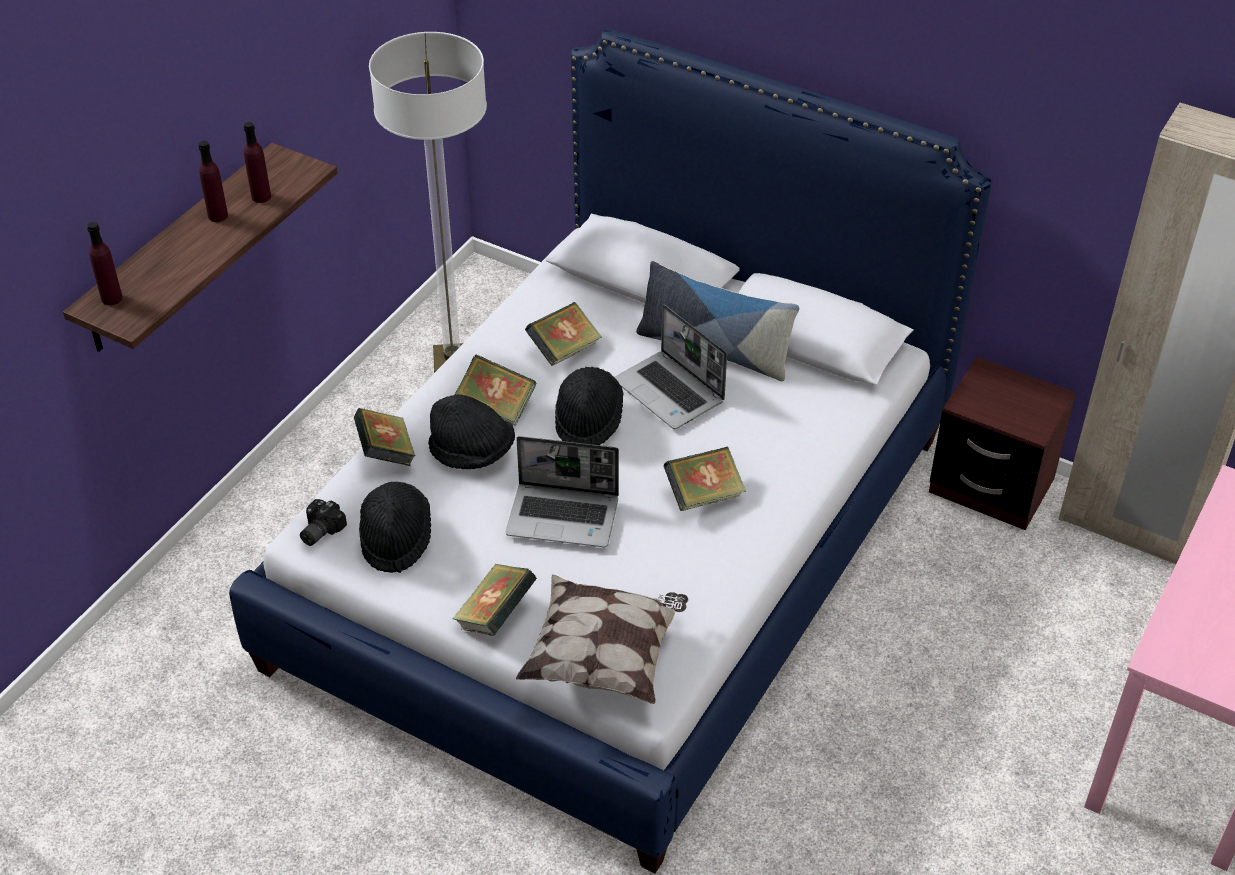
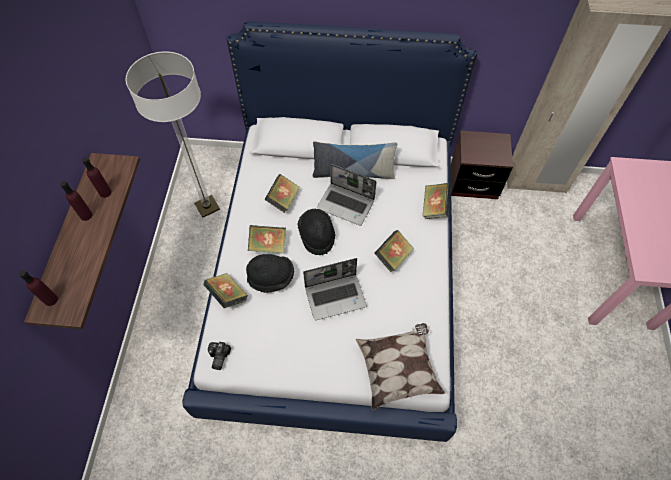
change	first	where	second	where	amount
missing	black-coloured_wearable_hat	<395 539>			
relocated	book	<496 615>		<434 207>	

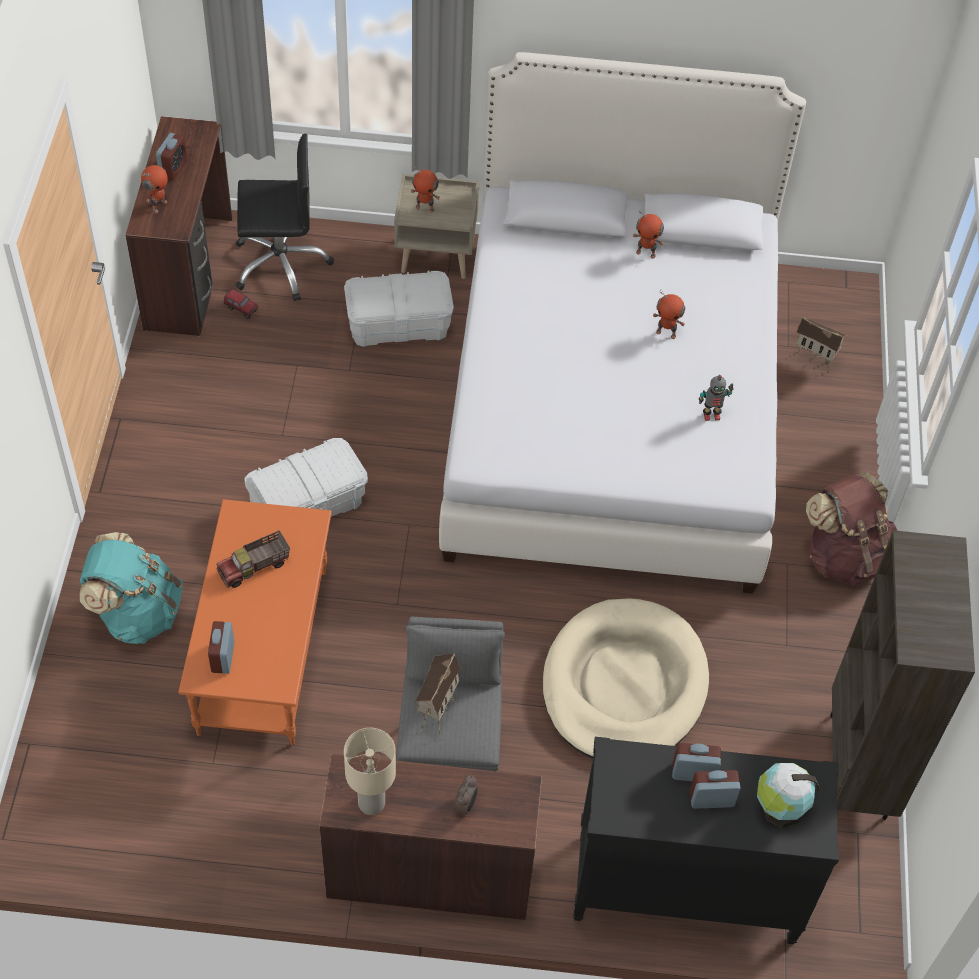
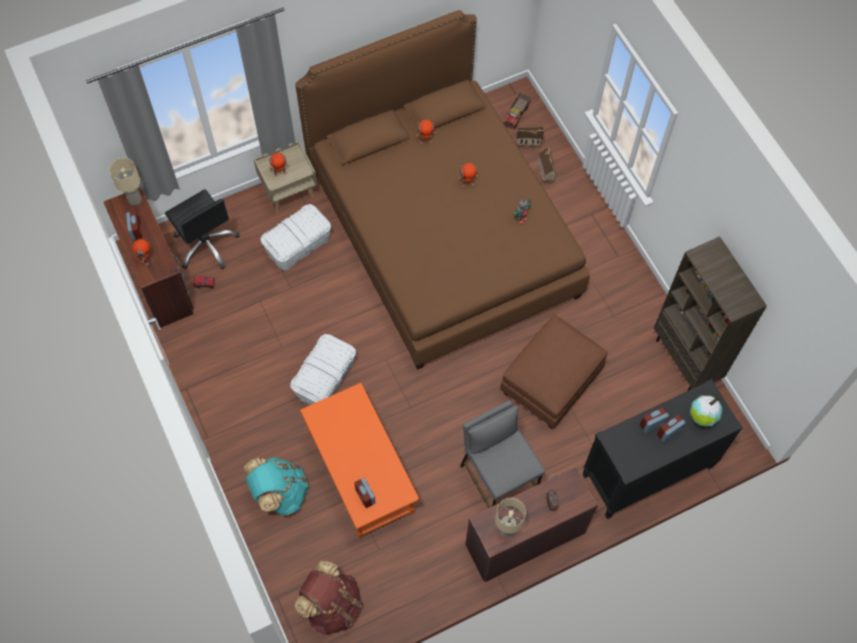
change	first	where	second	where	amount
relocated	toy_truck	<255 567>		<516 115>	
spun	black-coloured_office_chair	<281 264>		<206 244>	90 degrees clockwise
relocated	miniature_house	<436 712>		<544 179>	
colour	white_bedroom_bed	<610 405>	brown_bedroom_bed	<441 231>	
exchanged	sand-coloured_pet_bed	<624 685>	brown_pouffe	<551 384>	
relocated	brown_knapsack	<845 556>		<332 606>	
appeared			sand-coloured_lamp_for_a_table	<134 199>	

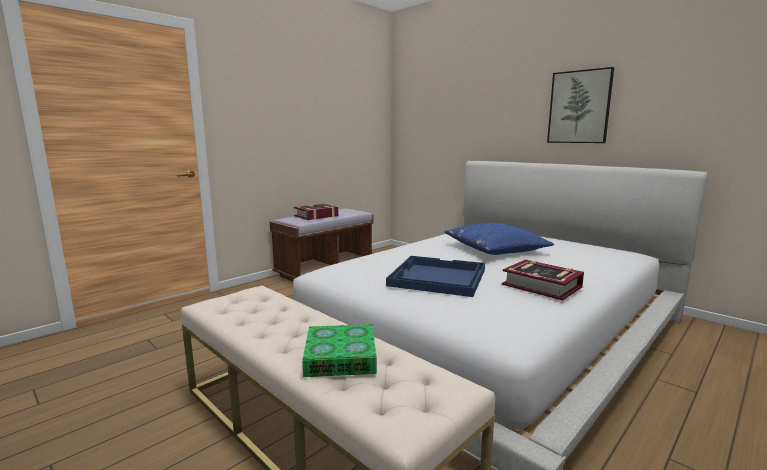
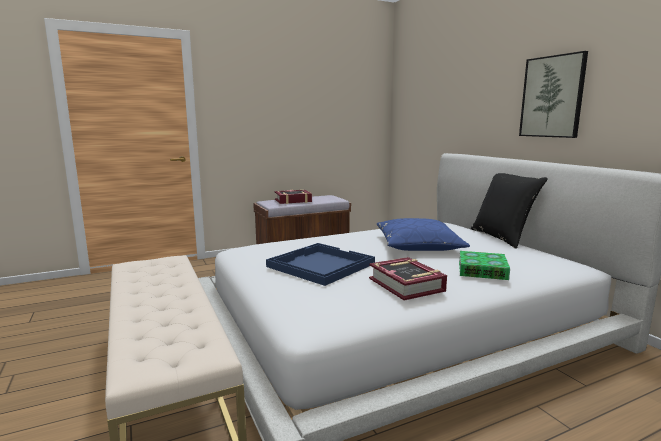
change	first	where	second	where	amount
relocated	book	<340 357>		<482 270>	
appeared			black-coloured_pillow	<502 237>	

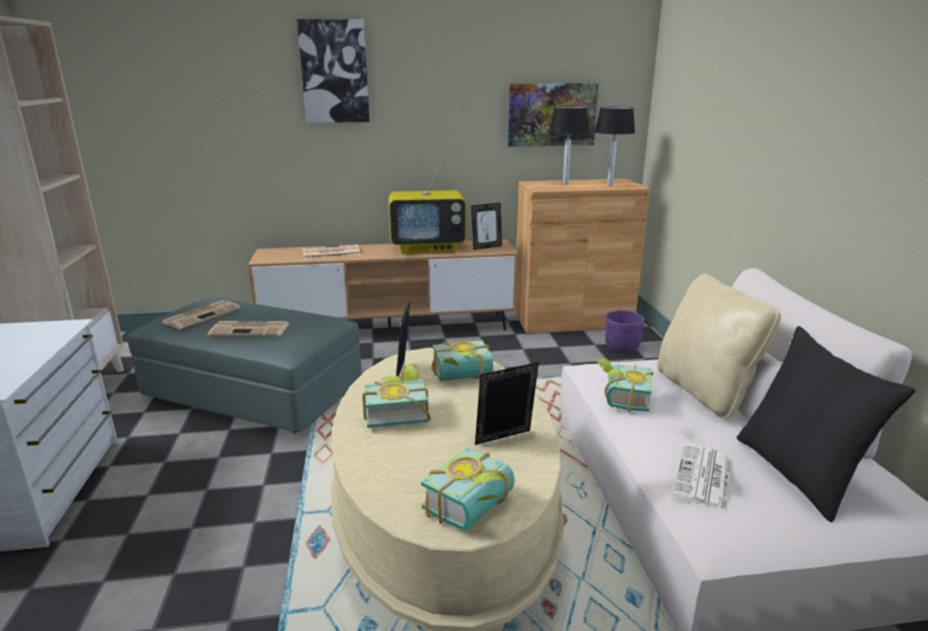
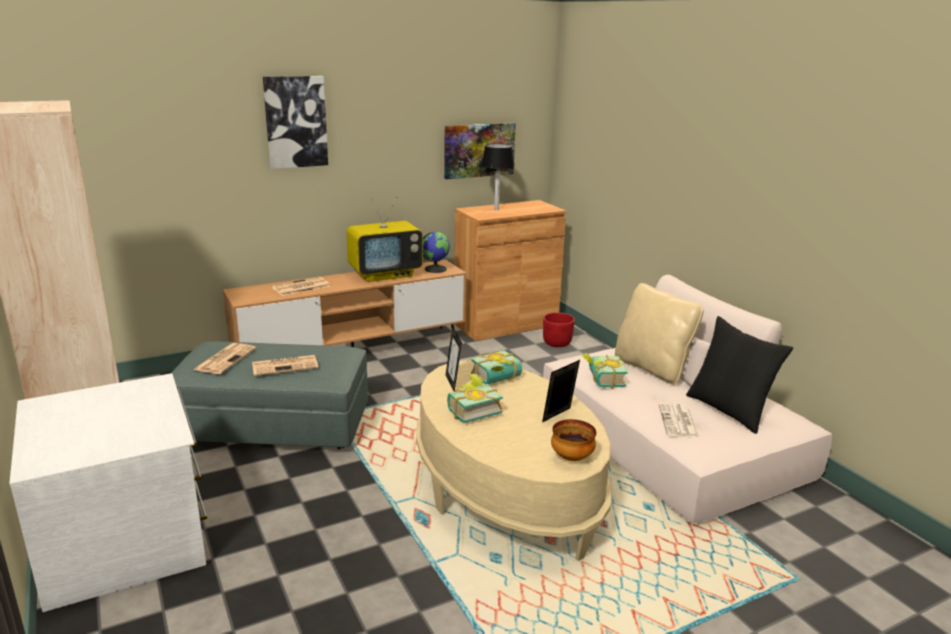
change	first	where	second	where	amount
exchanged	book	<475 509>	bowl	<571 458>	
exchanged	photo_frame	<486 247>	world_globe	<435 269>	
missing	lamp_for_a_table	<609 184>			
colour	purple_flower_pot	<621 347>	red_flower_pot	<557 343>	

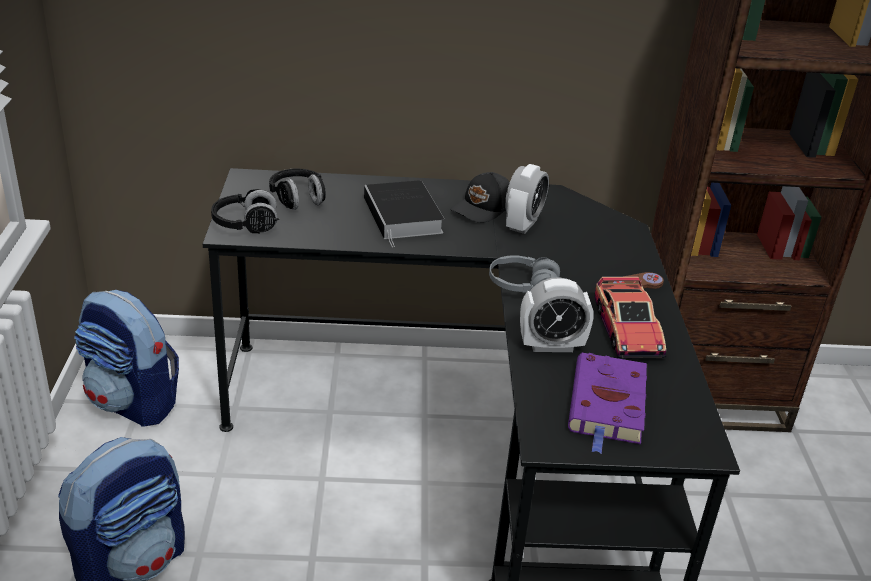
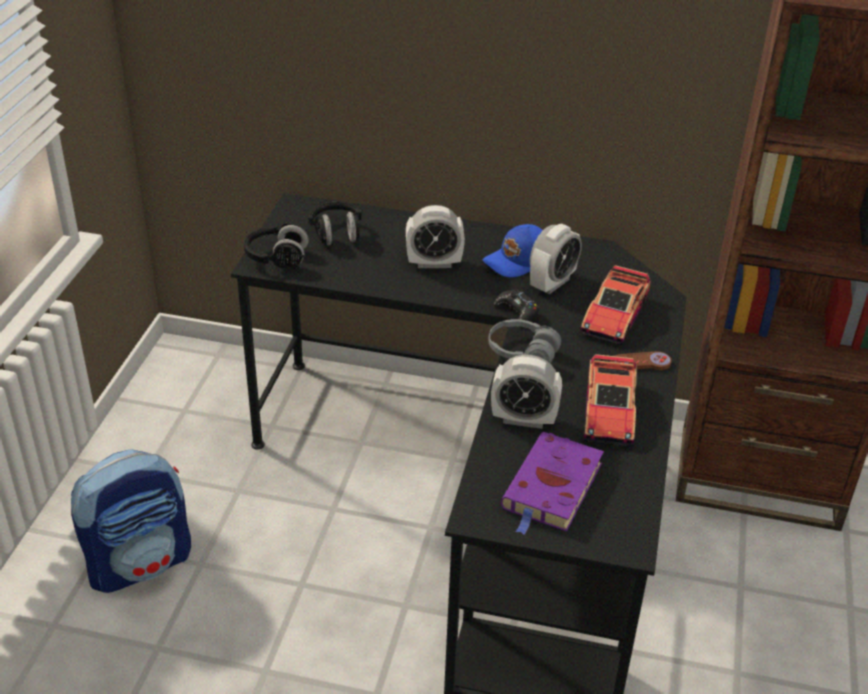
change	first	where	second	where	amount
missing	knapsack	<133 403>			
exchanged	book	<404 217>	alarm_clock	<434 263>	
colour	black-coloured_peaked_cap	<483 208>	blue_peaked_cap	<518 261>	
appeared			black-coloured_gamepad	<517 312>	
appeared			model_car	<614 316>	

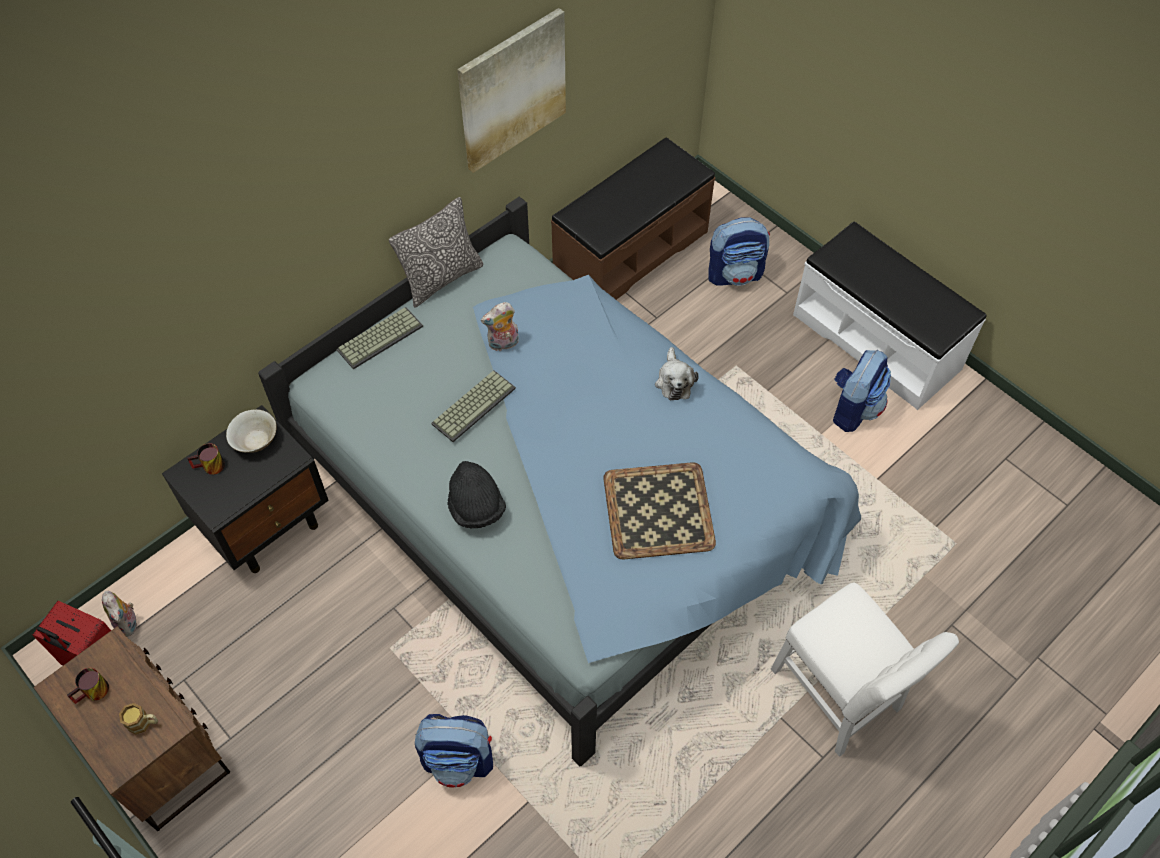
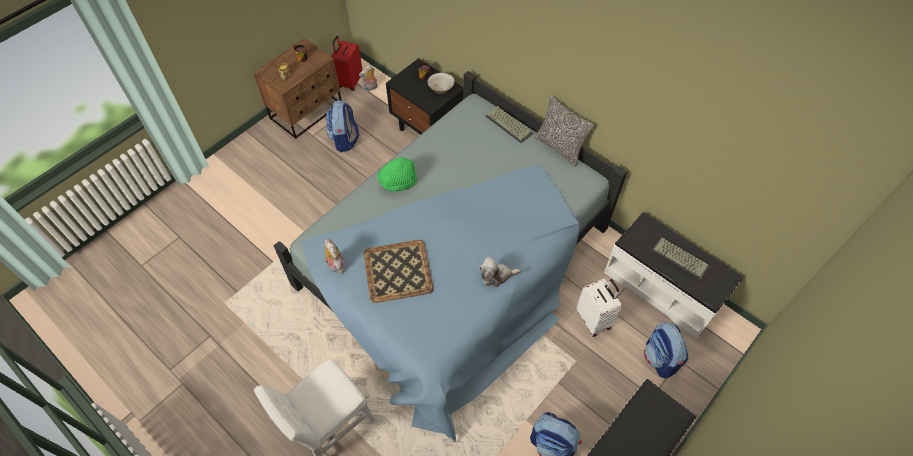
change	first	where	second	where	amount
relocated	knapsack	<459 760>		<345 140>	
relocated	computer_keyboard	<473 404>		<681 258>	
colour	black-coloured_wearable_hat	<476 507>	green_wearable_hat	<398 182>	
missing	picture	<512 90>			
relocated	soft_toy	<503 344>		<335 265>	
colour	brown_bench	<630 252>	white_bench	<662 288>	
appeared			white_travel_case	<594 319>	

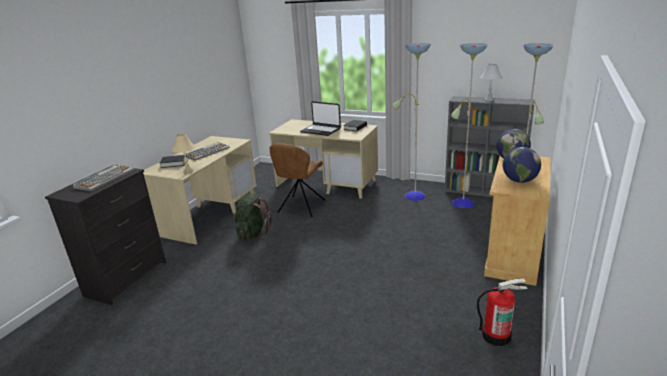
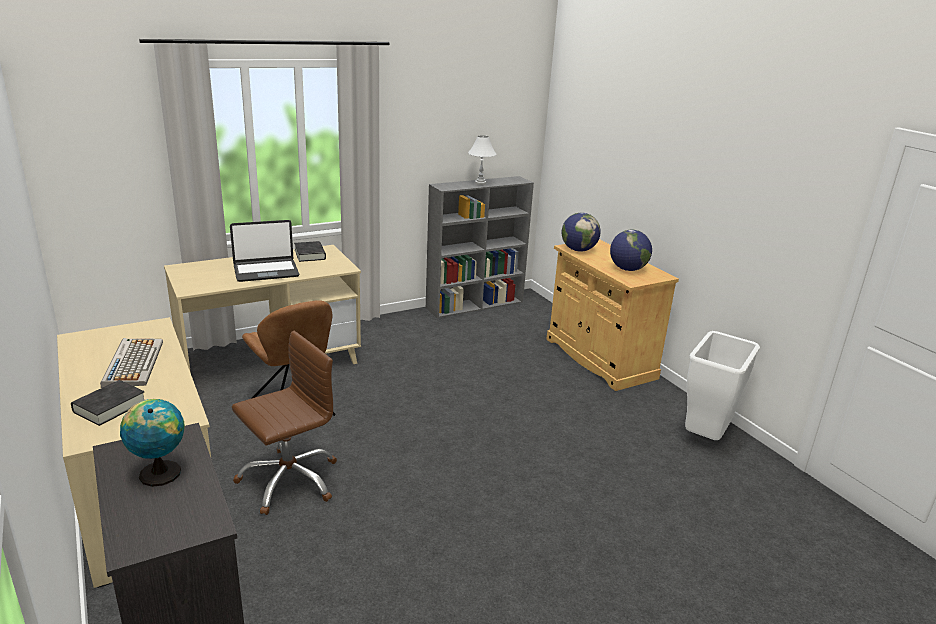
change	first	where	second	where	amount
exchanged	computer_keyboard	<105 178>	world_globe	<159 472>	
missing	sand-coloured_lamp_for_a_table	<188 171>			
exchanged	green_knapsack	<252 233>	brown_office_chair	<289 480>	
missing	floor_lamp	<462 203>			
exchanged	extinguisher	<496 335>	white_waste_bin	<705 437>	

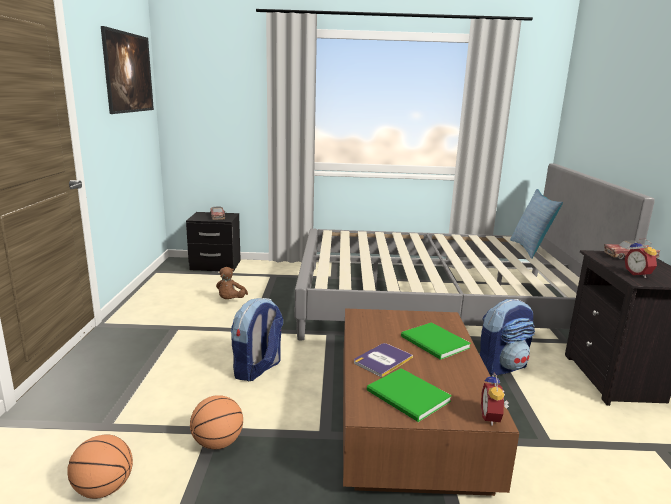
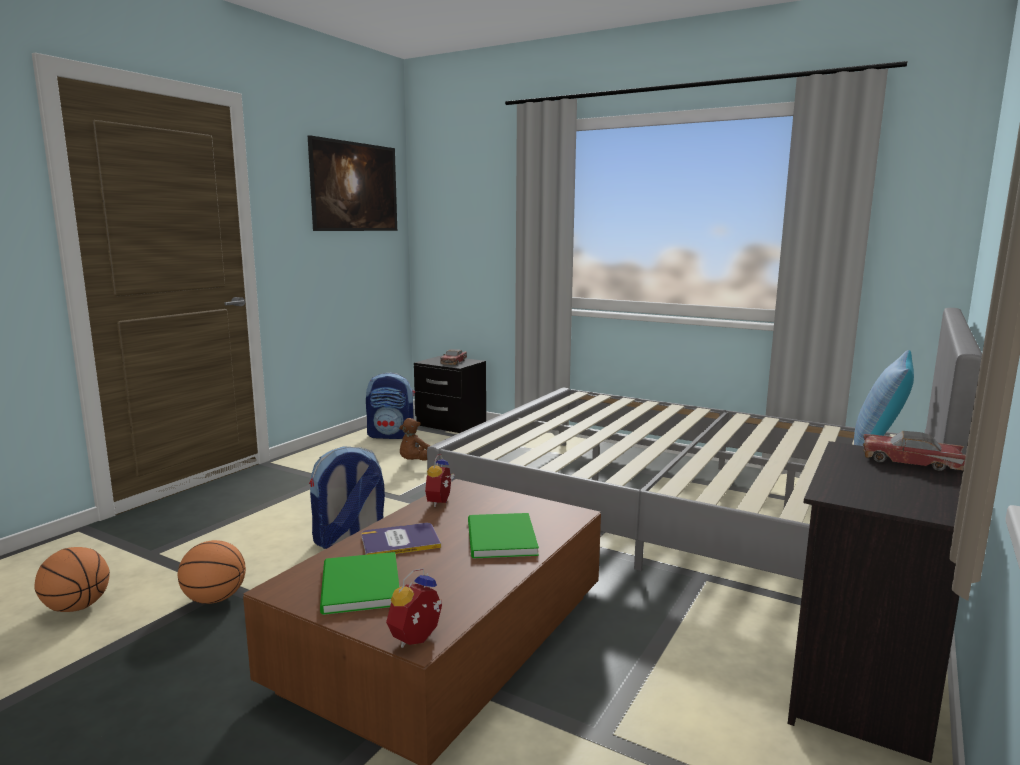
change	first	where	second	where	amount
relocated	knapsack	<502 366>		<392 435>	
relocated	alarm_clock	<639 274>		<441 502>	

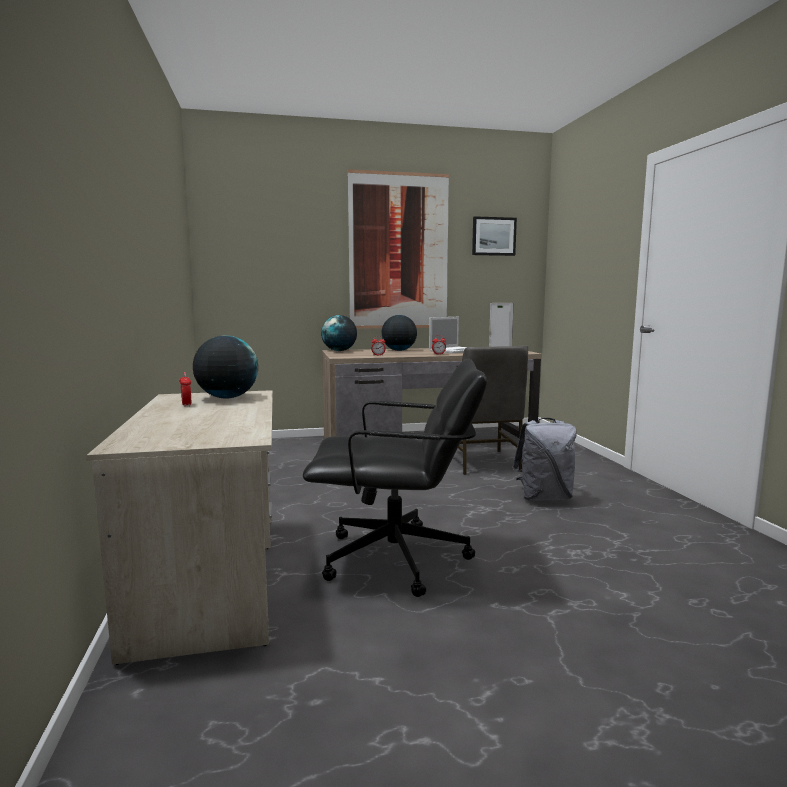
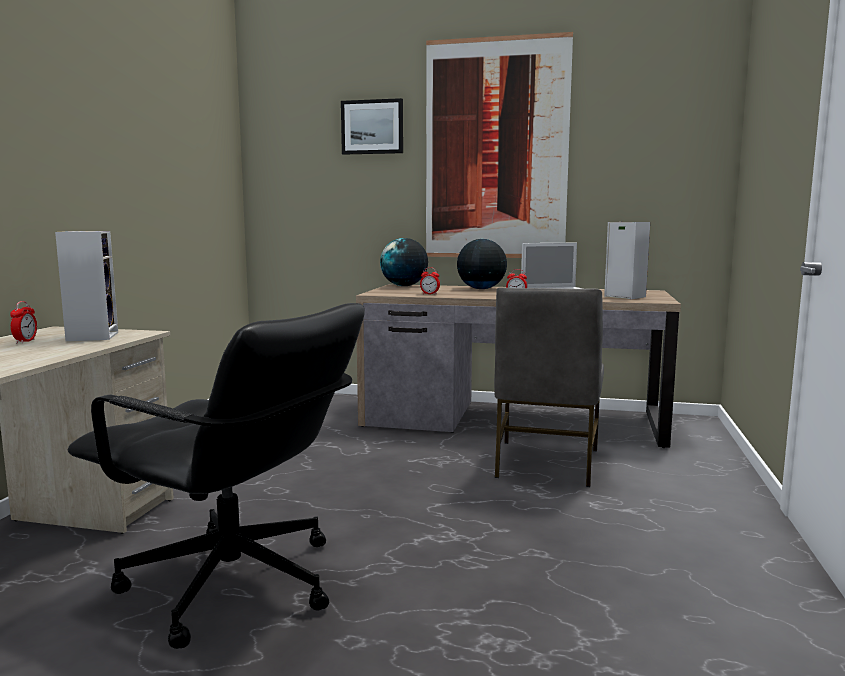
change	first	where	second	where	amount
exchanged	world_globe	<227 398>	speaker	<92 336>	
relocated	picture	<493 236>		<372 127>	
missing	grey_knapsack	<544 497>			

